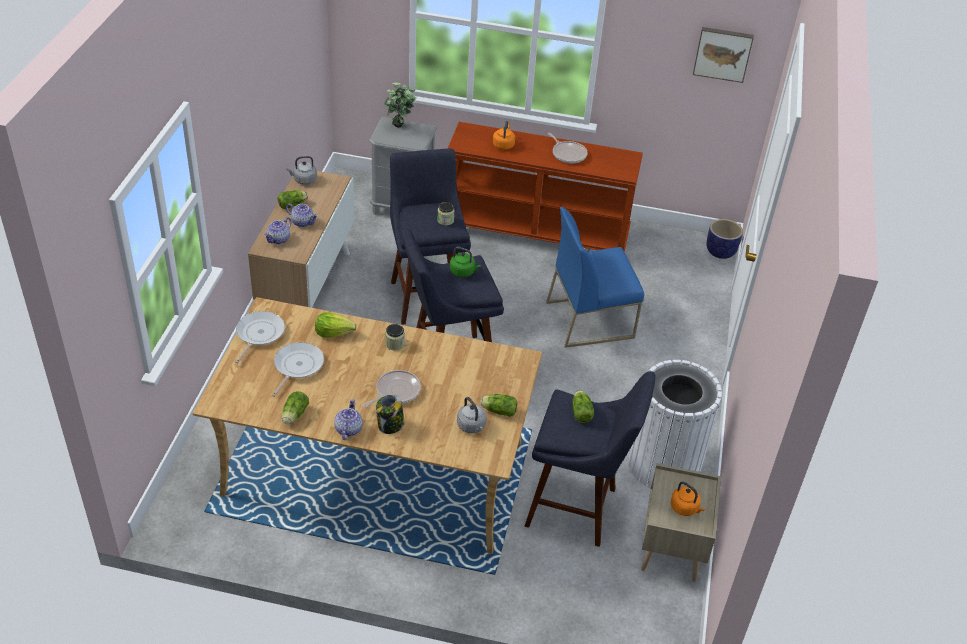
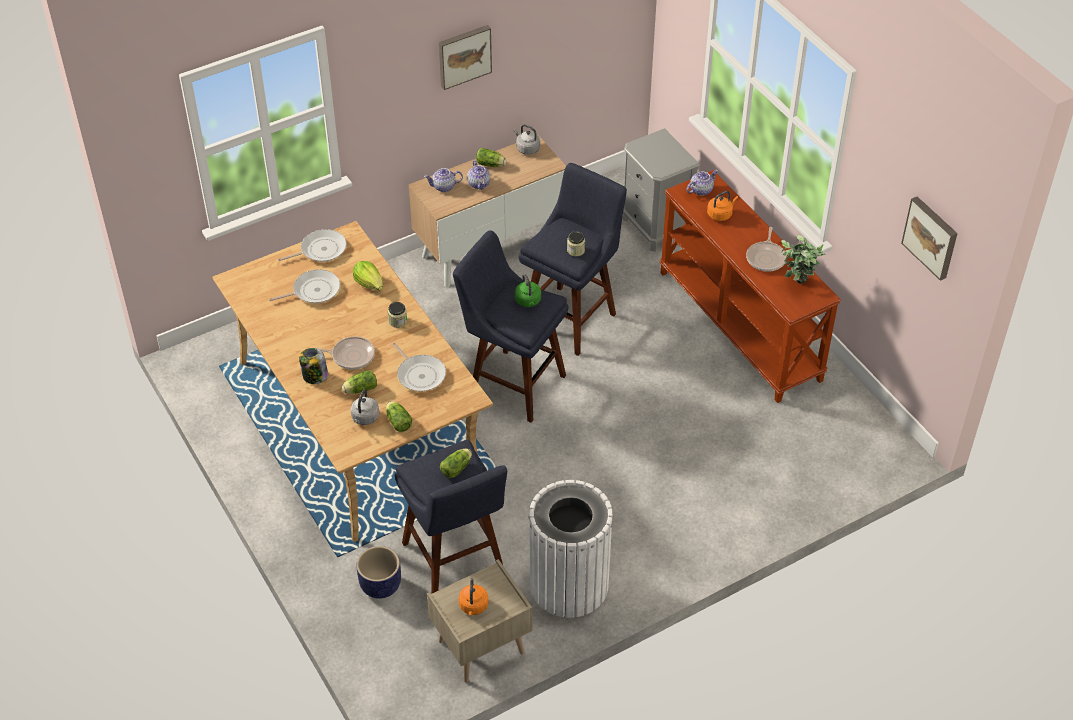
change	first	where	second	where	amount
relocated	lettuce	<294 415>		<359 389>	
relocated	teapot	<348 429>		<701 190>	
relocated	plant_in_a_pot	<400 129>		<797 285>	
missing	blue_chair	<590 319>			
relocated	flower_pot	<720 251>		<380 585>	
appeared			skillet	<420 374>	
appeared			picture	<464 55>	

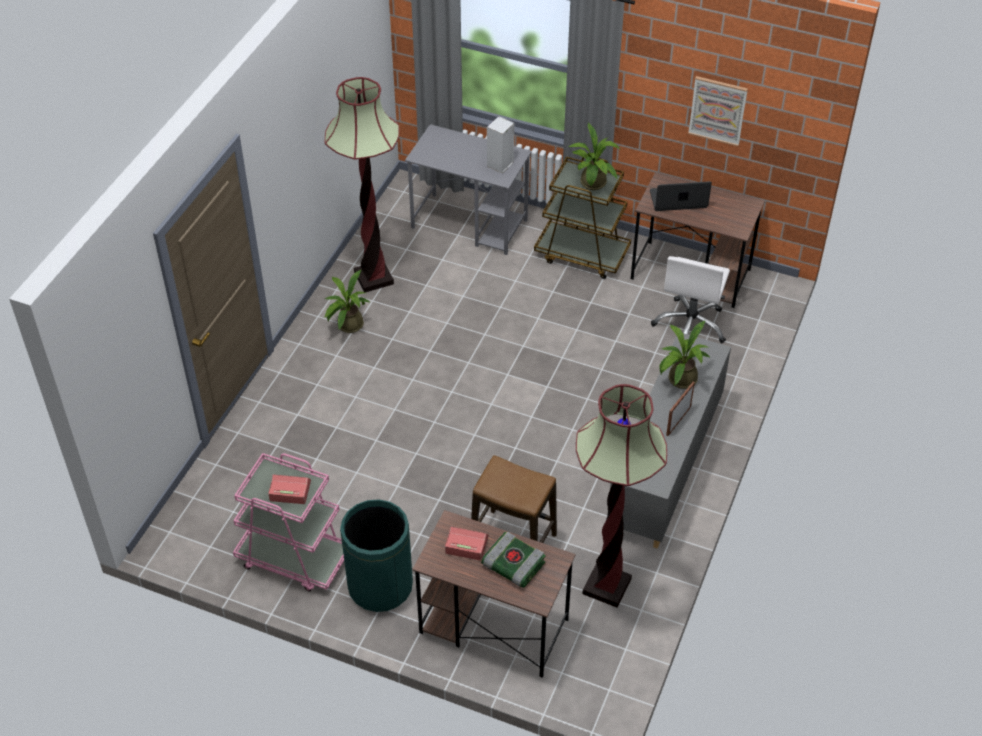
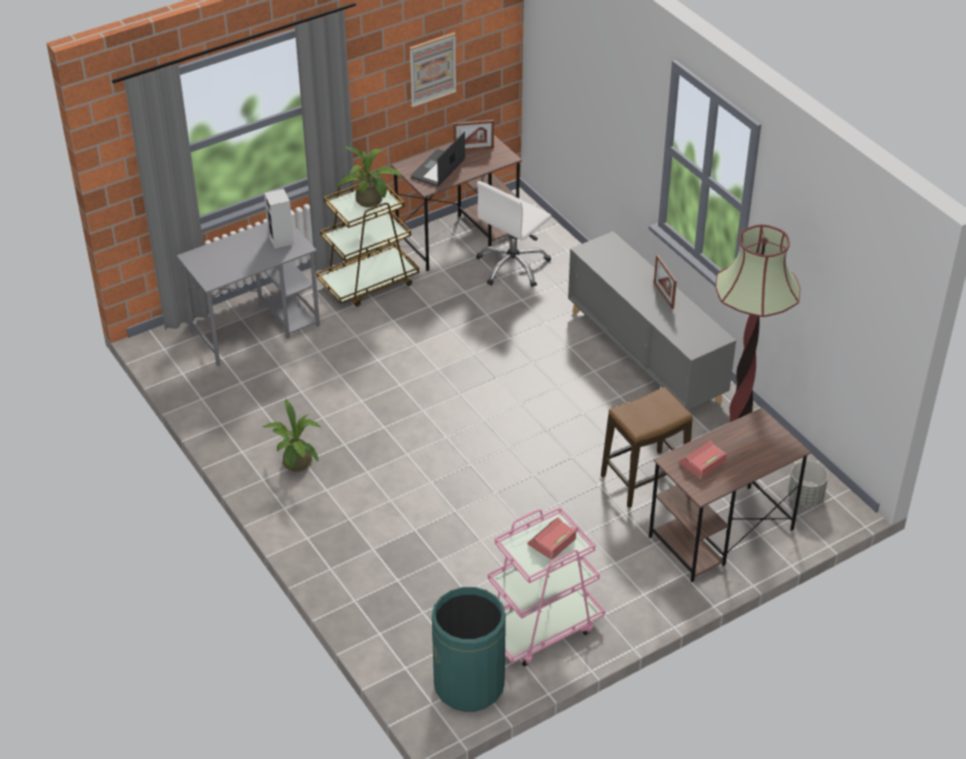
change	first	where	second	where	amount
missing	floor_lamp	<374 278>			
relocated	green_waste_bin	<380 586>		<469 685>	
missing	book	<512 564>			
spun	white_office_chair	<690 325>		<513 266>	75 degrees clockwise
missing	plant_in_a_pot	<679 381>			
appeared			photo_frame	<473 149>	
appeared			grey_flower_pot	<805 497>	

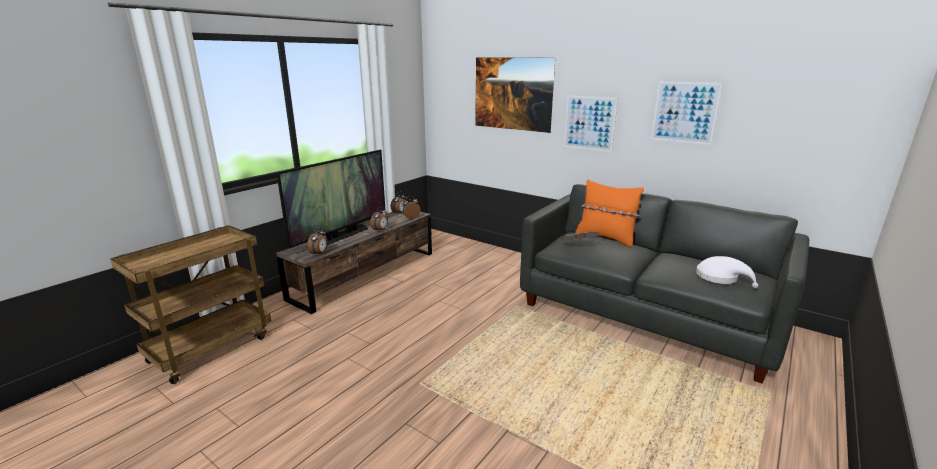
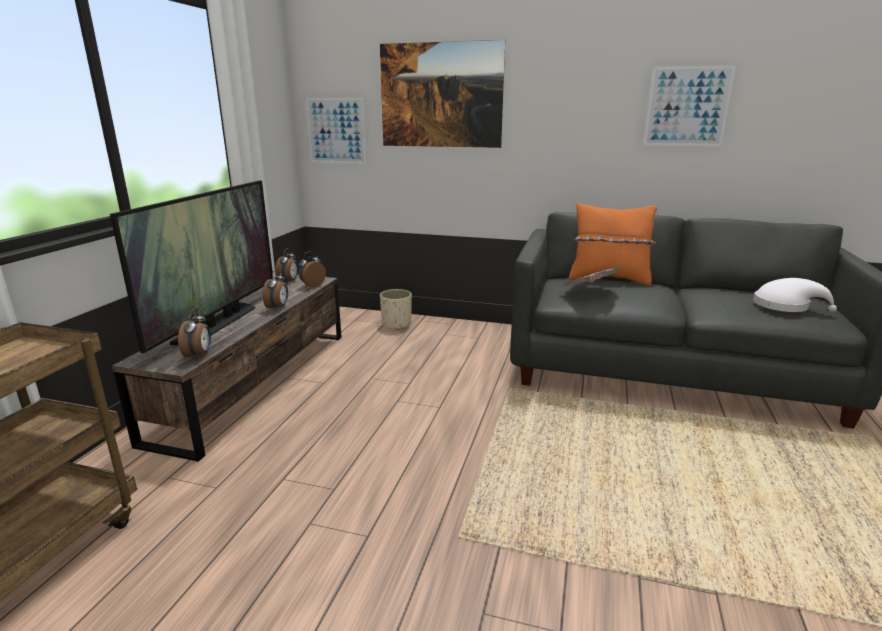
change	first	where	second	where	amount
relocated	picture	<589 123>		<336 131>	
appeared			sand-coloured_flower_pot	<396 324>	

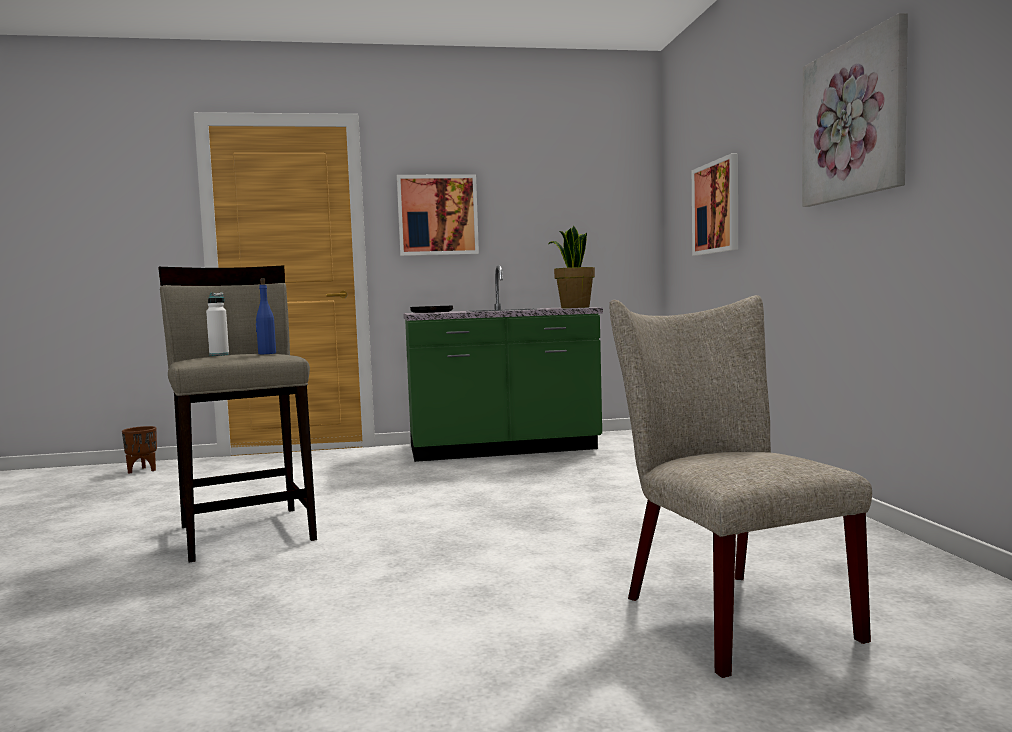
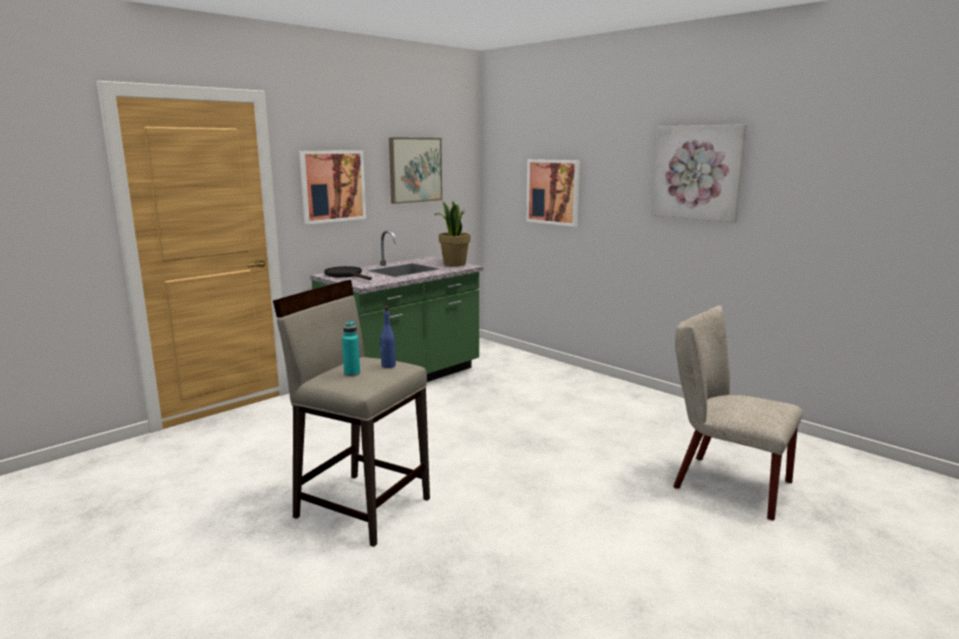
change	first	where	second	where	amount
missing	brown_flower_pot	<142 470>			
colour	white_drink_bottle	<219 355>	turquoise_drink_bottle	<352 373>	
appeared			picture	<415 170>	

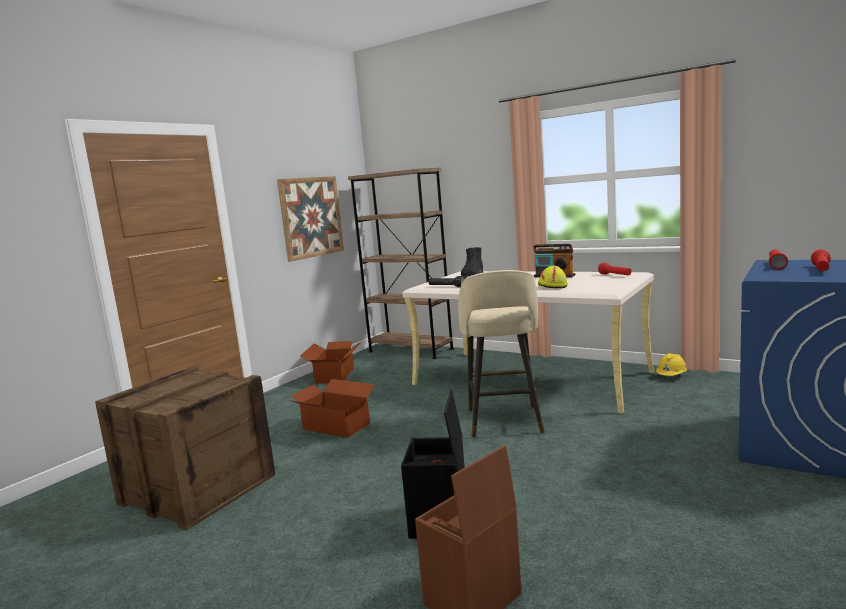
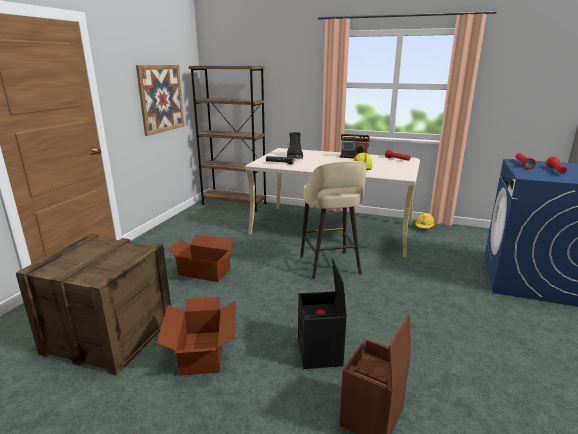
change	first	where	second	where	amount
relocated	packing_box	<335 375>		<203 351>	

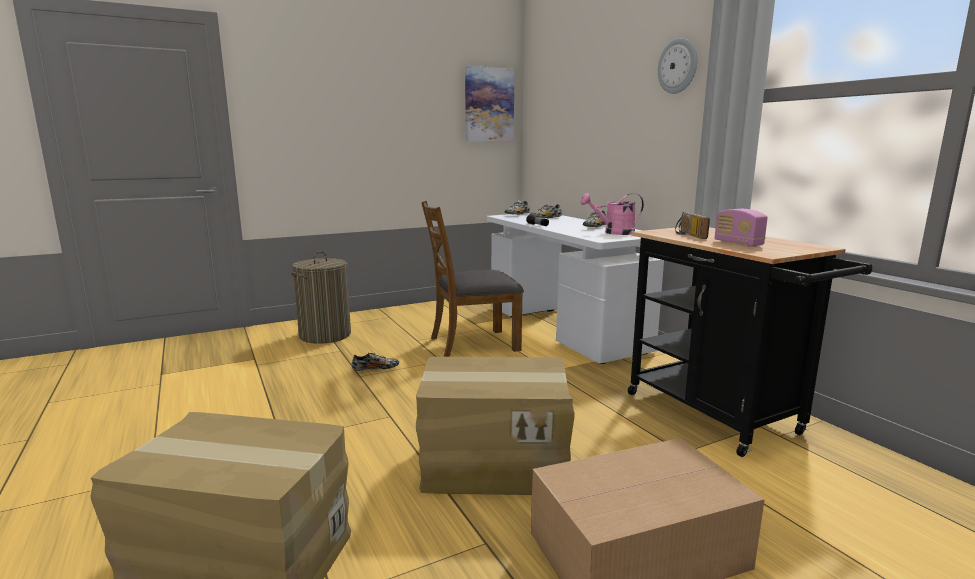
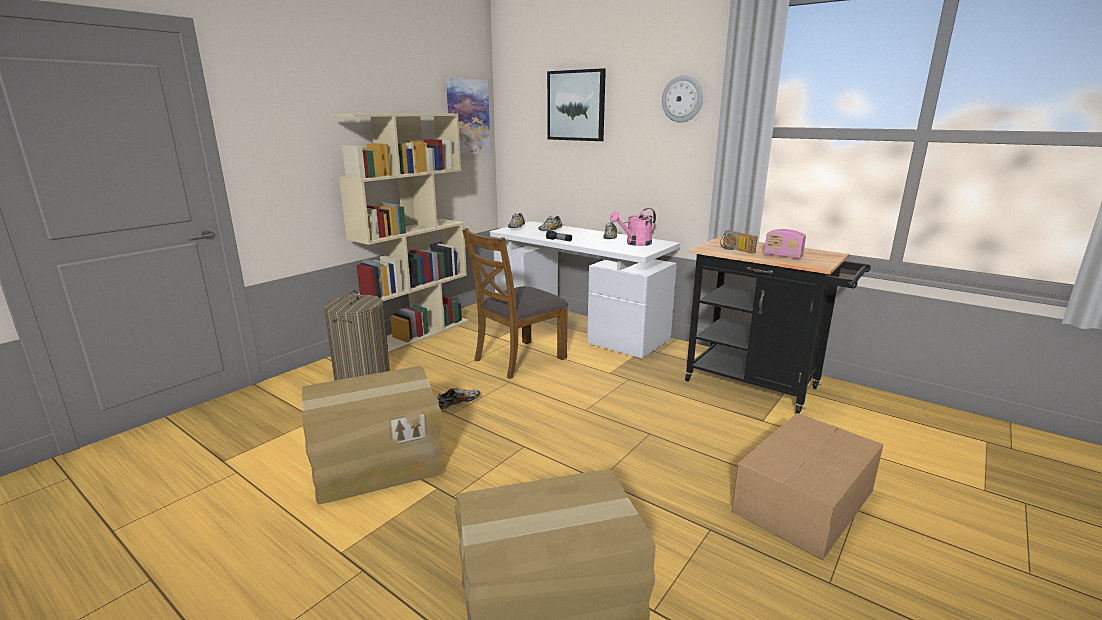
change	first	where	second	where	amount
relocated	packing_box	<495 463>		<377 463>	
appeared			sand-coloured_bookcase	<418 333>	
appeared			picture	<576 105>	

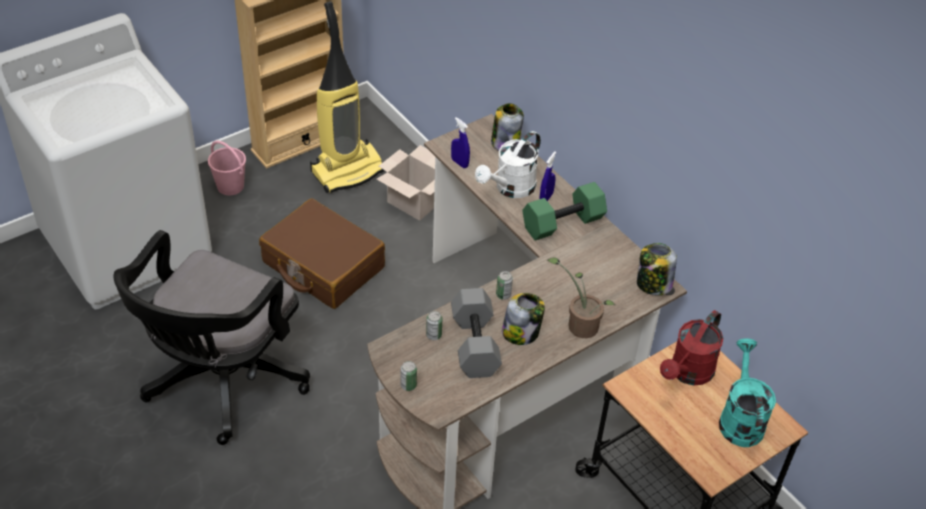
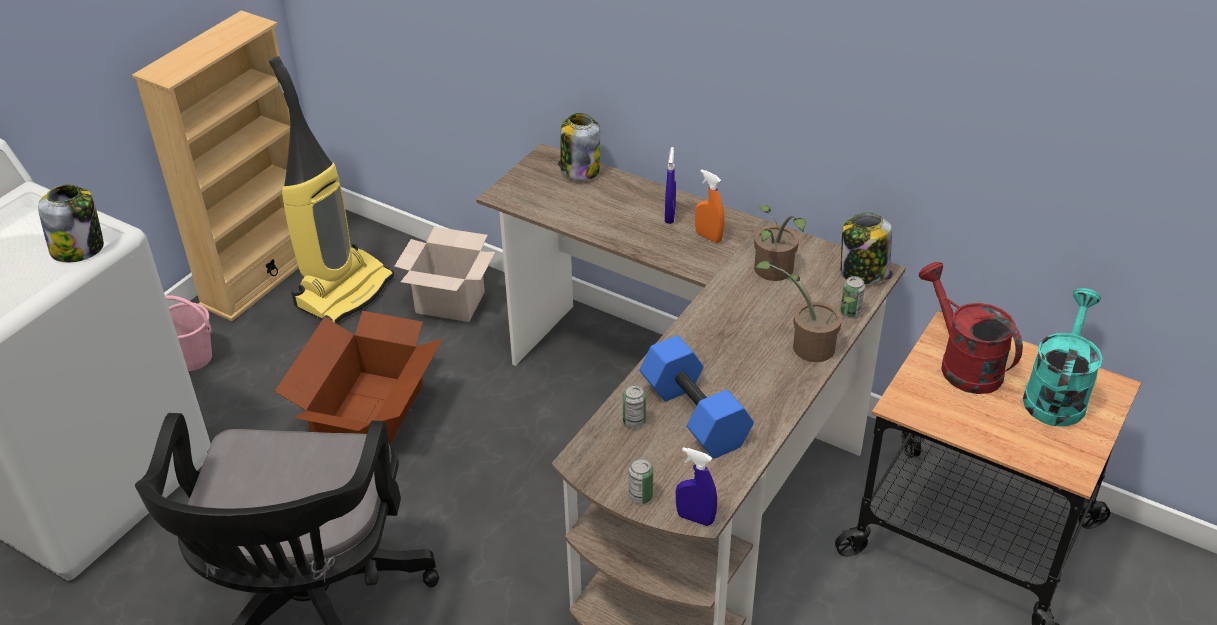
change	first	where	second	where	amount
exchanged	brown_travel_case	<322 265>	packing_box	<371 415>	
relocated	blue_sprayer	<459 163>		<695 518>	
colour	grey_hand_weight	<473 344>	blue_hand_weight	<692 415>	
missing	white_watering_pot	<510 189>			
relocated	metal_can	<503 295>		<850 312>	
relocated	jar	<521 332>		<79 248>	
exchanged	green_hand_weight	<563 222>	orange-coloured_sprayer	<708 237>	
spun	red_watering_pot	<688 373>		<962 364>	135 degrees clockwise
spun	turquoise_watering_pot	<740 418>		<1056 394>	45 degrees clockwise
appeared			plant_in_a_pot	<774 272>	

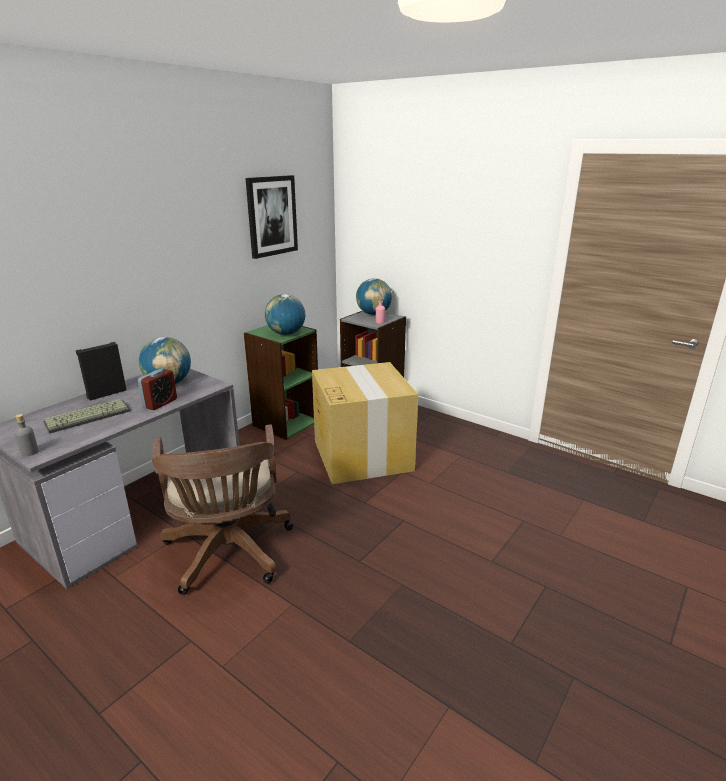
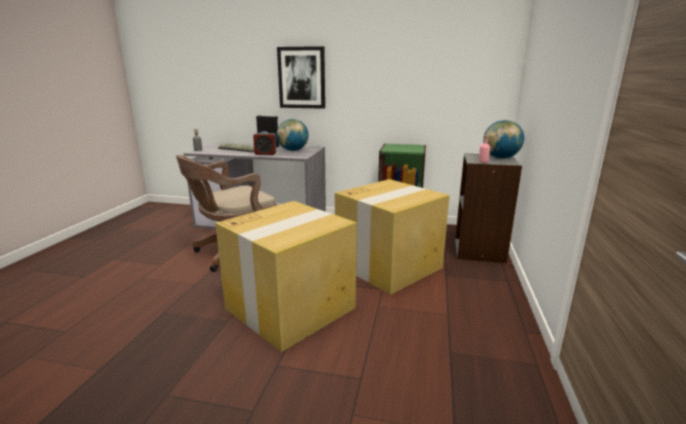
change	first	where	second	where	amount
relocated	picture	<271 216>		<302 78>	
missing	world_globe	<286 333>			
appeared			packing_box	<291 307>	

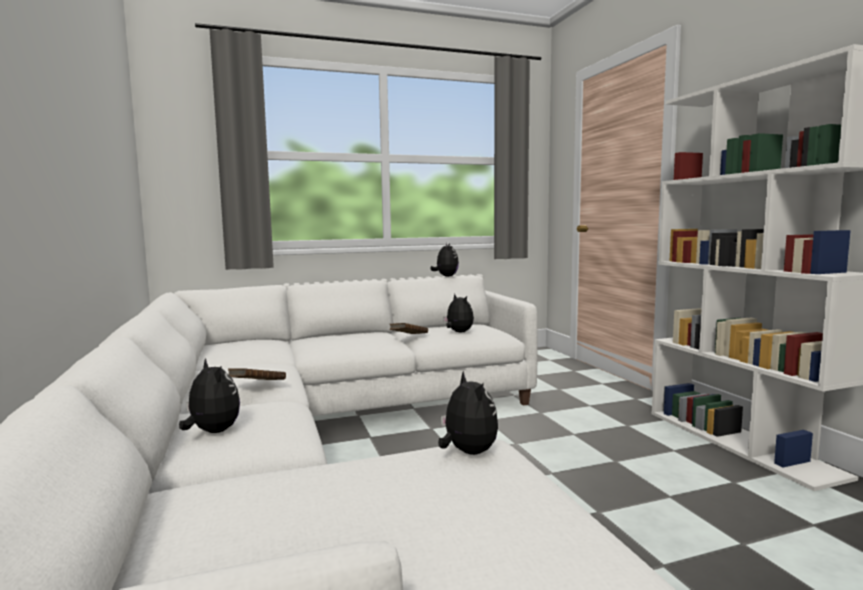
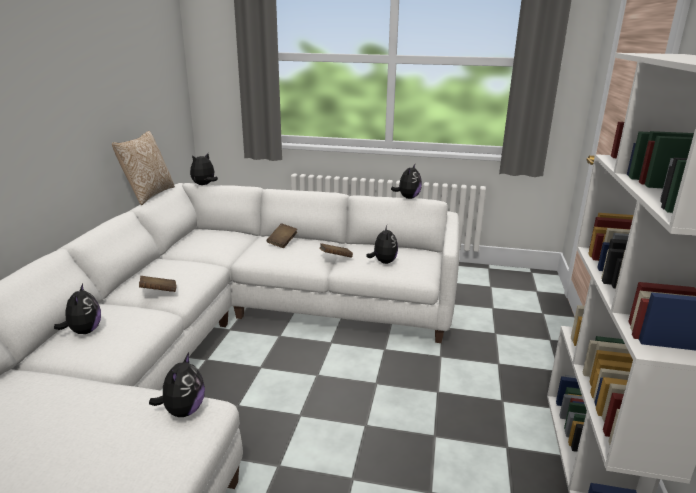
change	first	where	second	where	amount
appeared			pillow	<148 195>	
appeared			soft_toy	<204 185>	
appeared			brown_book	<282 242>	

